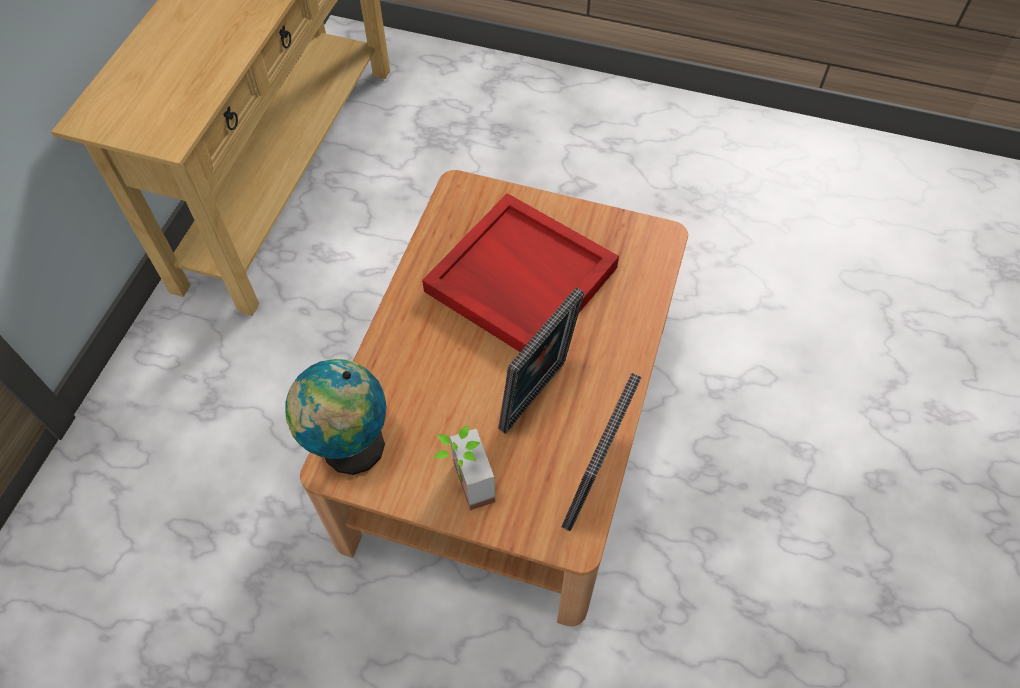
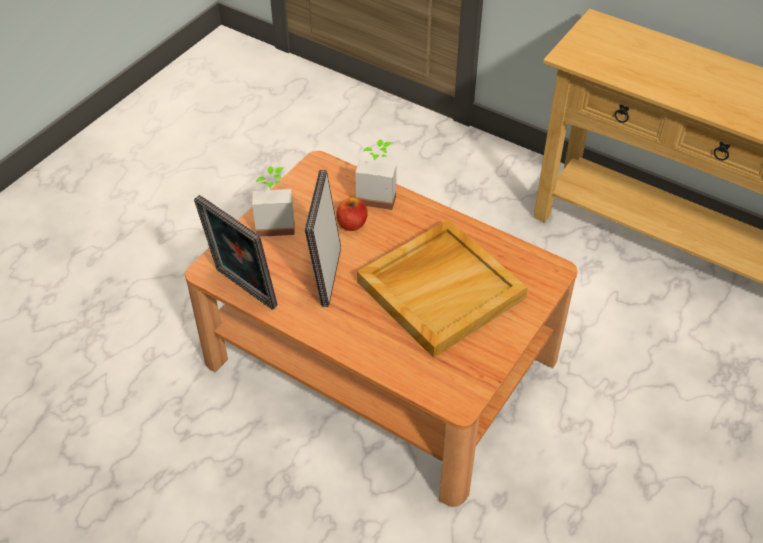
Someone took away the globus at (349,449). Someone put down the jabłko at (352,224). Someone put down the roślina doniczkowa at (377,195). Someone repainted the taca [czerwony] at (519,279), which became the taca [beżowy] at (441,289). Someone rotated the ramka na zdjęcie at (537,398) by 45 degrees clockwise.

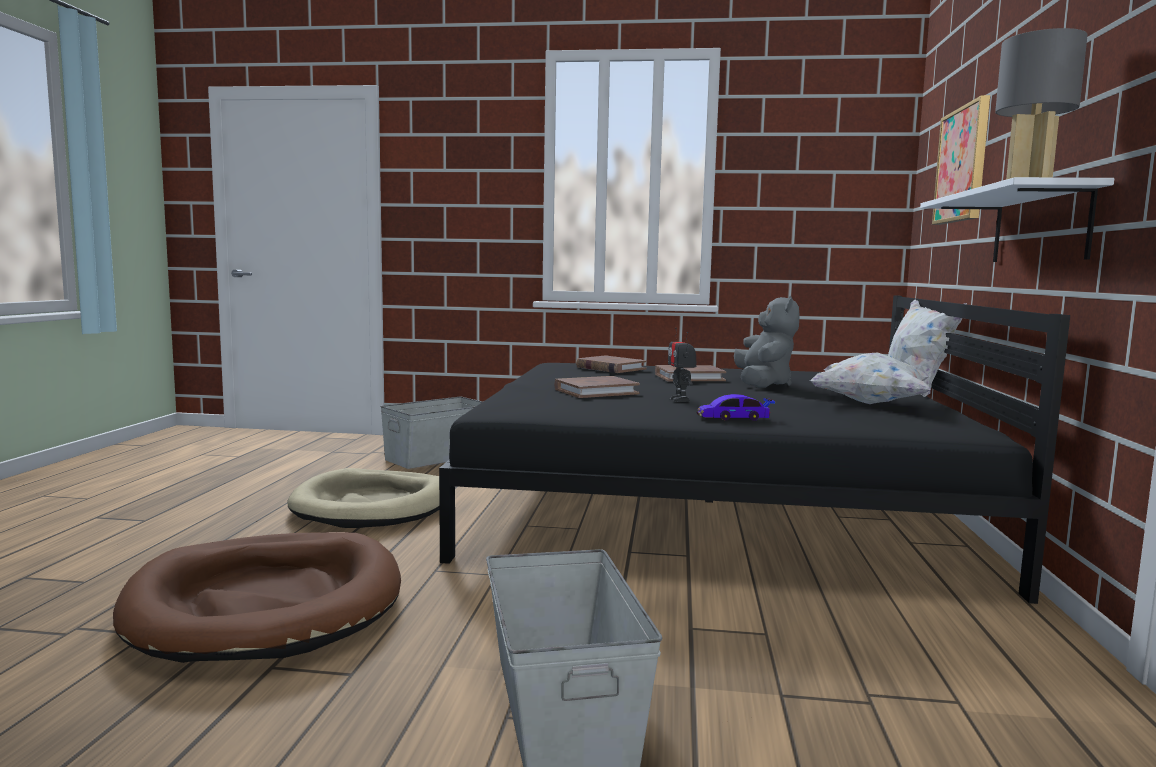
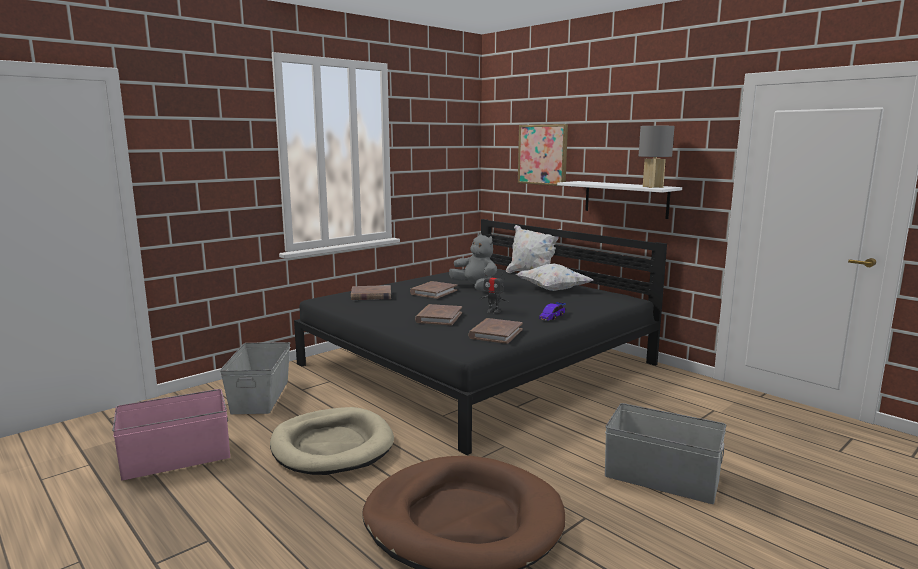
Someone put down the pojemnik do przechowywania [różowy] at (177,458). Someone put down the książka [brązowy] at (495,334).

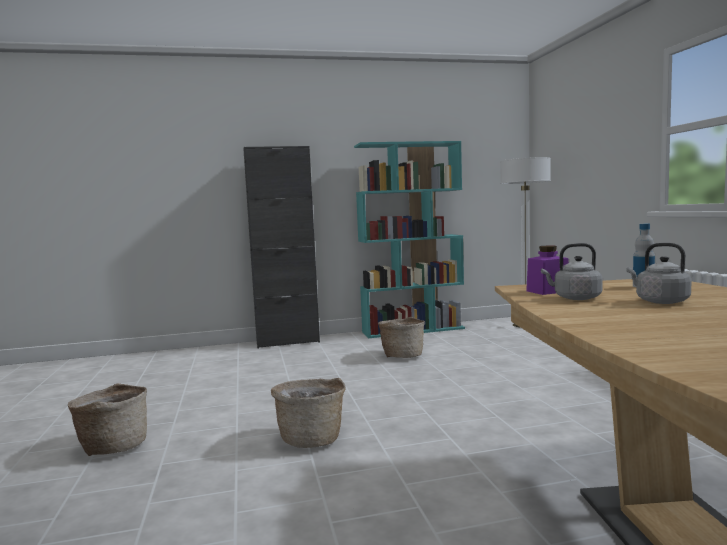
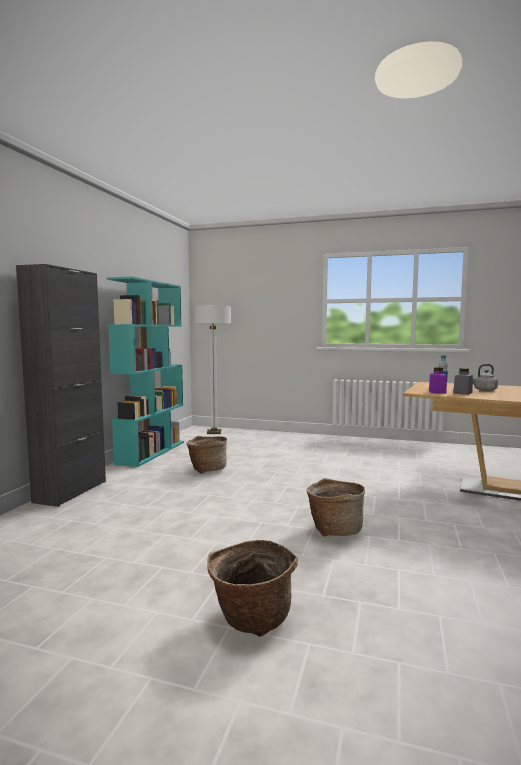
Someone swapped the czajnik [szary] at (574,298) for the słoik [szary] at (462,393).

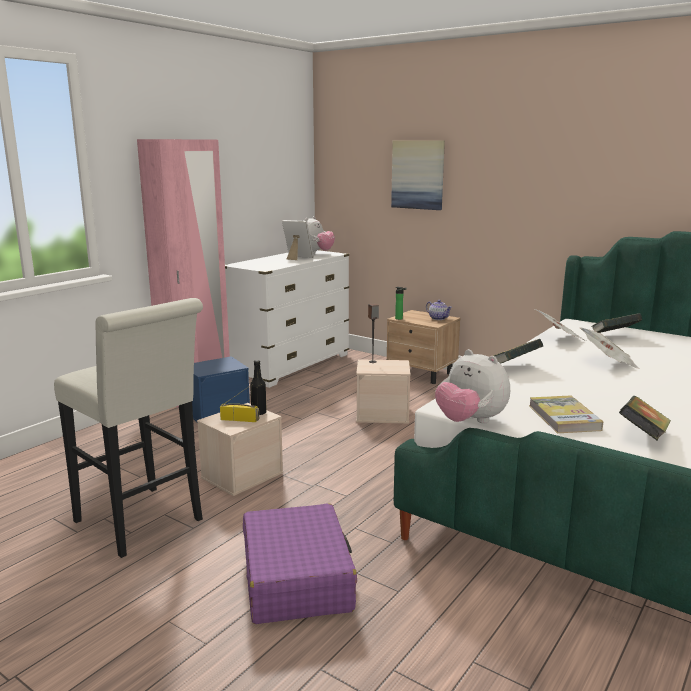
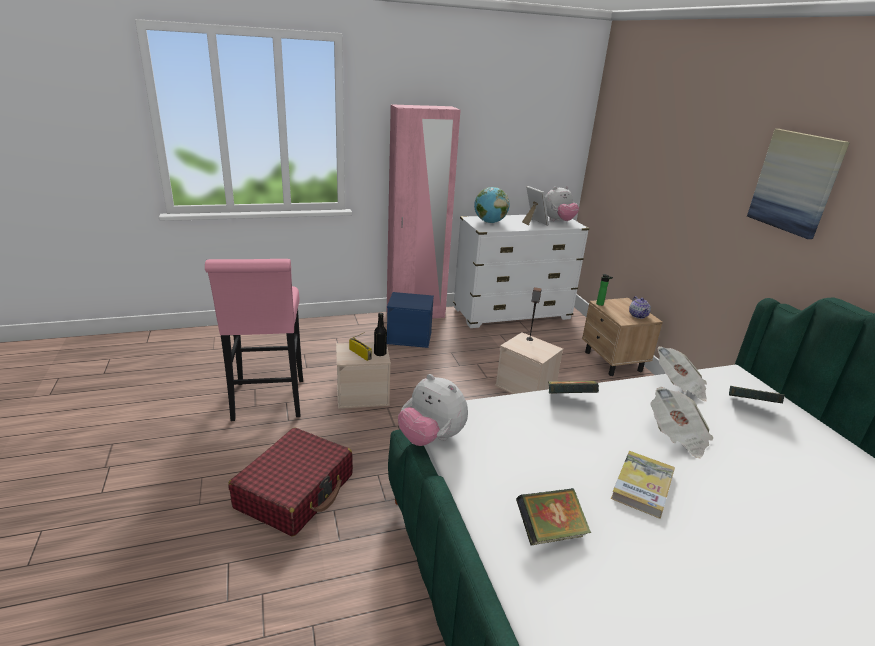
Someone put down the globus at (489,222). Someone carried the obraz from (418,174) to (795,182). Someone carried the książka from (564,417) to (642,486). Someone repainted the stołek [biały] at (143,524), which became the stołek [różowy] at (268,403). Someone repainted the walizka [fioletowy] at (297,578), which became the walizka [czerwony] at (295,491). Someone rotated the pluszak at (470,421) by 45 degrees counterclockwise.

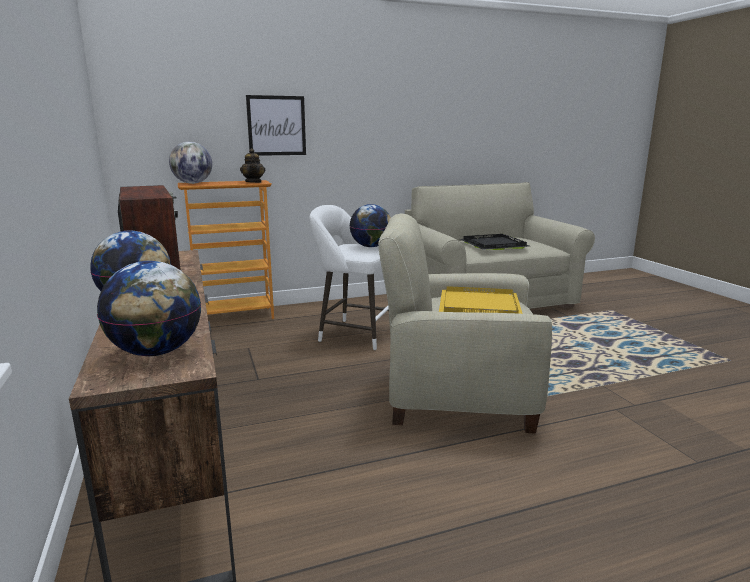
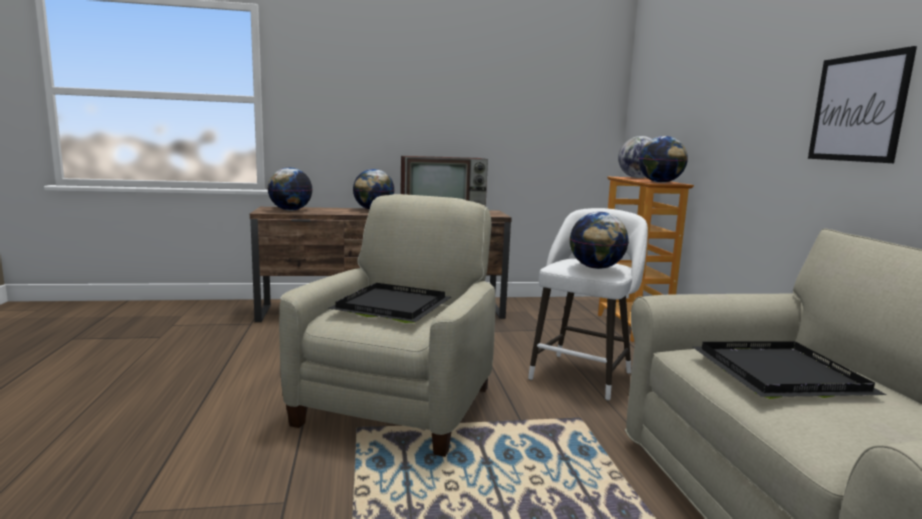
Someone carried the obraz from (276,125) to (857,108). Someone swapped the imbryk at (253,182) for the globus at (660,182). Someone repainted the taca [żółty] at (481,306), which became the taca [czarny] at (393,307).

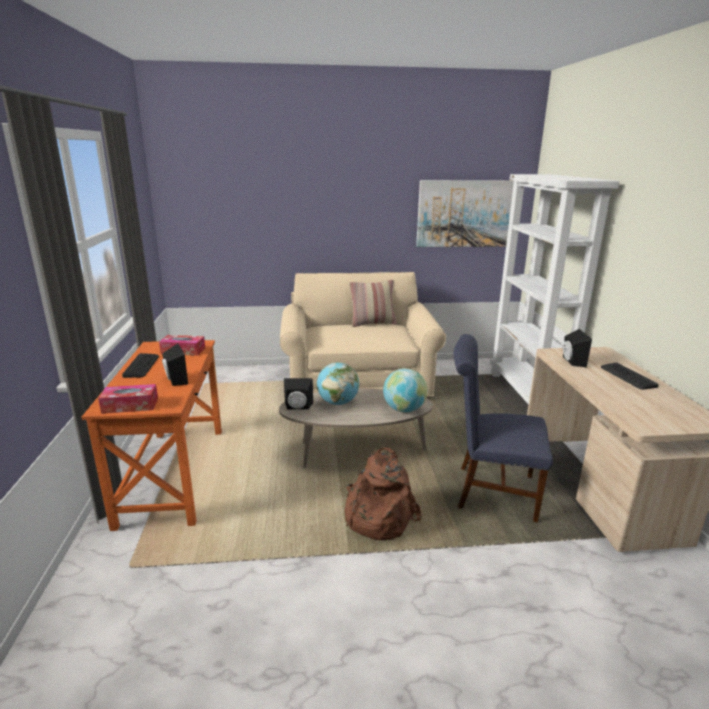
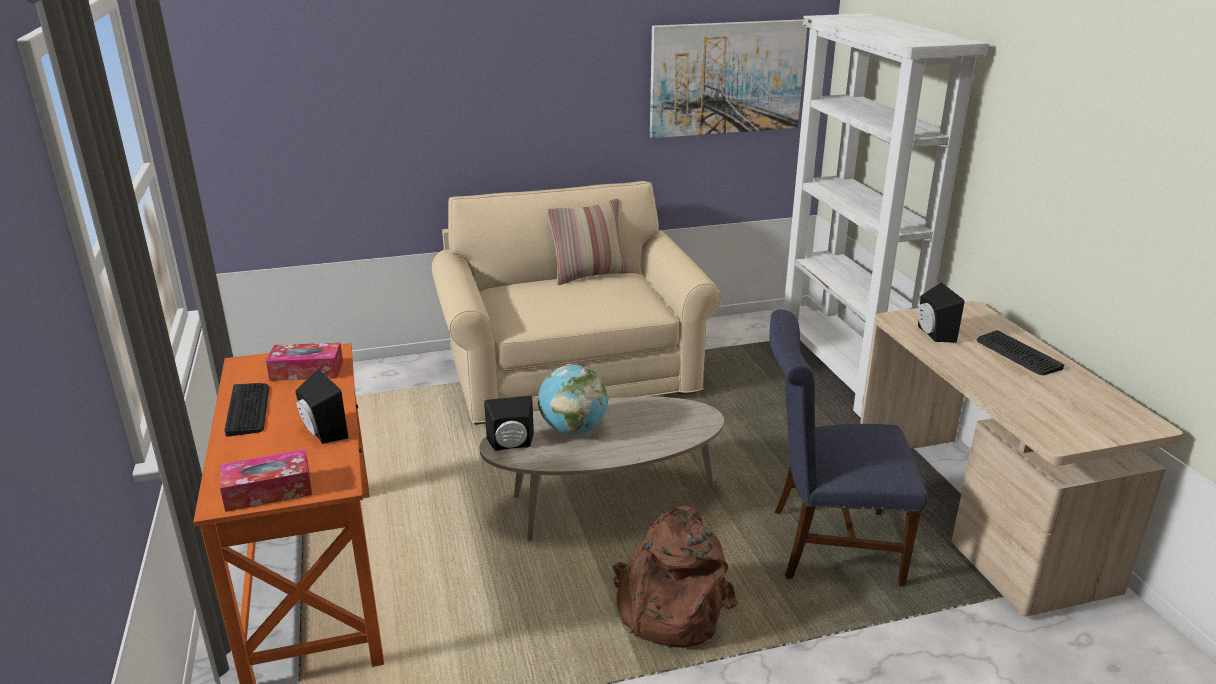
Someone took away the globus at (404,409).

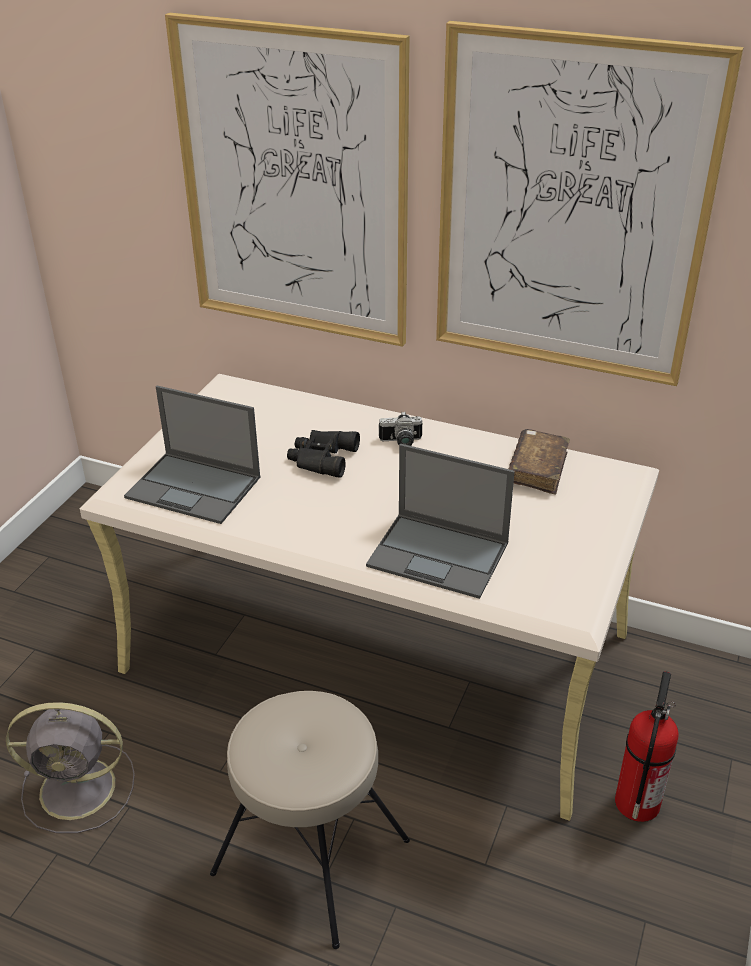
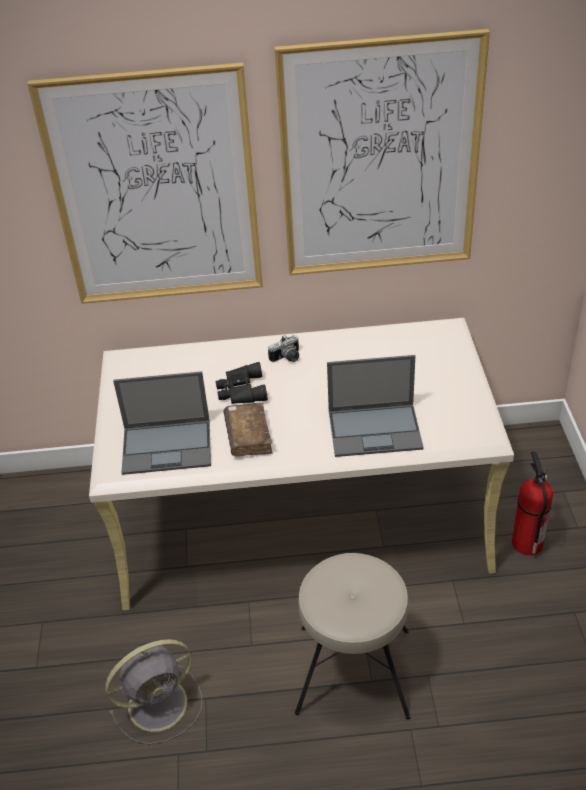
Someone carried the książka [brązowy] from (537,469) to (248,436).

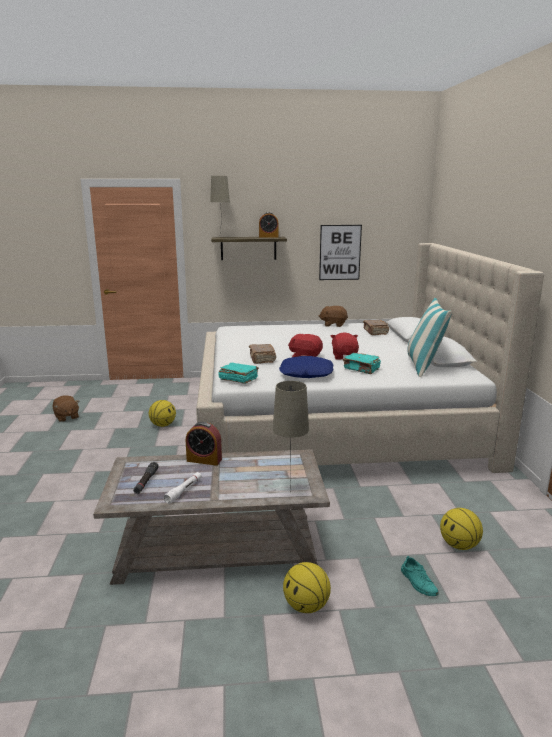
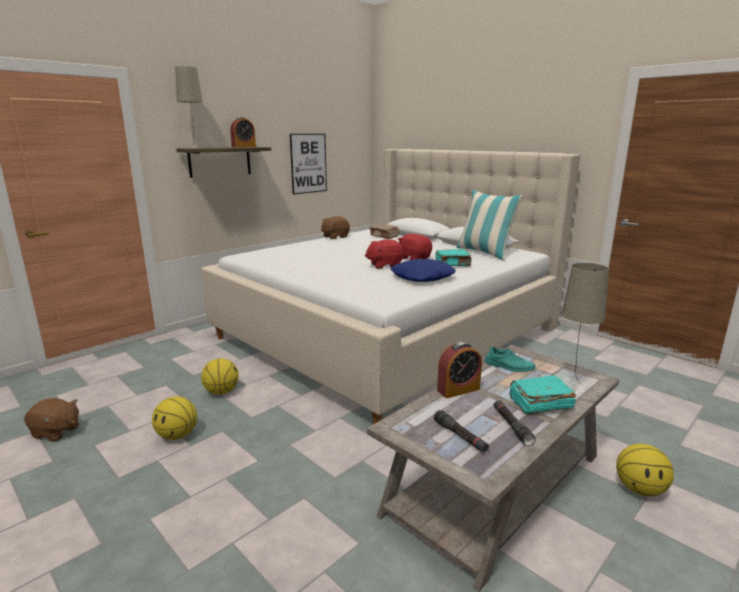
Someone took away the książka [brązowy] at (262,359). Someone carried the książka [turkusowy] from (238,379) to (539,404). Someone carried the but [turkusowy] from (418,582) to (509,366). Someone carried the piłka do koszykówki from (459,545) to (177,435). Someone repainted the latarka [biały] at (184,491), which became the latarka [czarny] at (511,426).

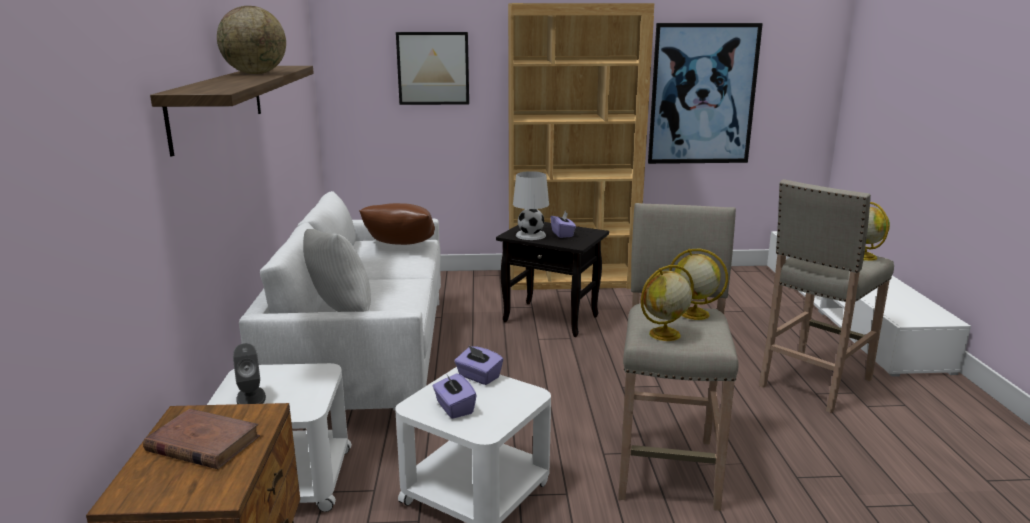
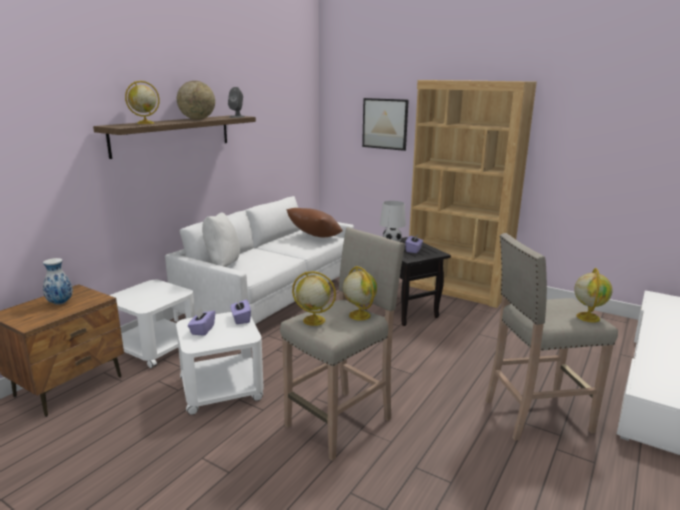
Someone took away the obraz at (702,94). Someone put down the globus at (145,123). Someone carried the głośnik [szary] from (251,398) to (237,117). Someone swapped the książka [brązowy] at (203,443) for the wazon at (60,303).

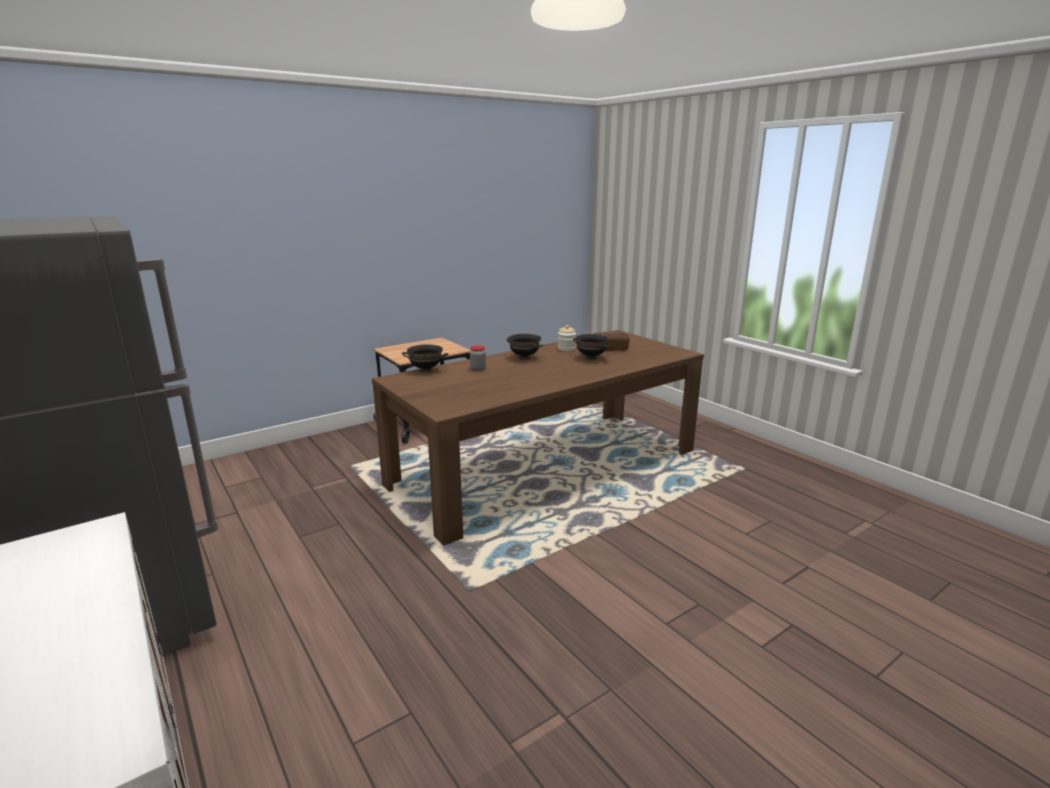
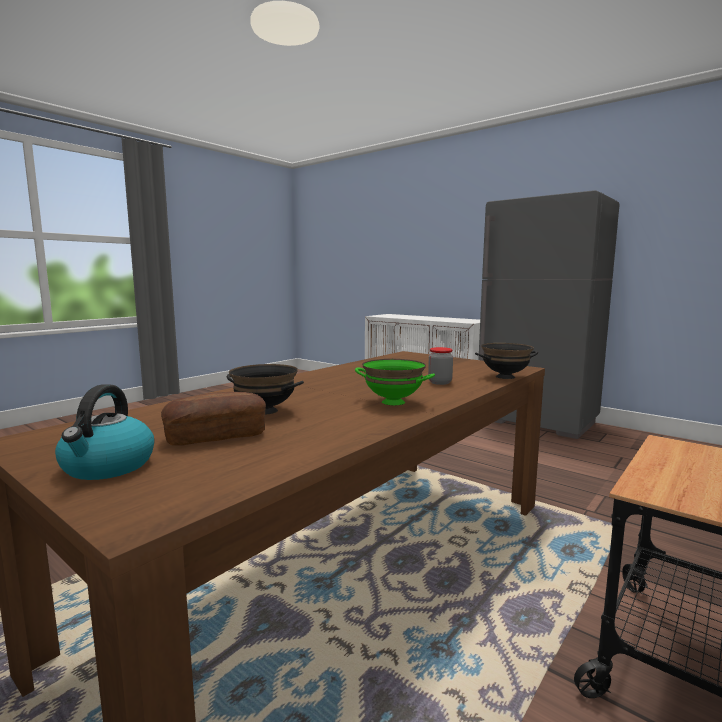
Someone took away the słoik at (566,349). Someone put down the czajnik at (108,466). Someone repainted the miska [czarny] at (524,357), which became the miska [zielony] at (393,402).

